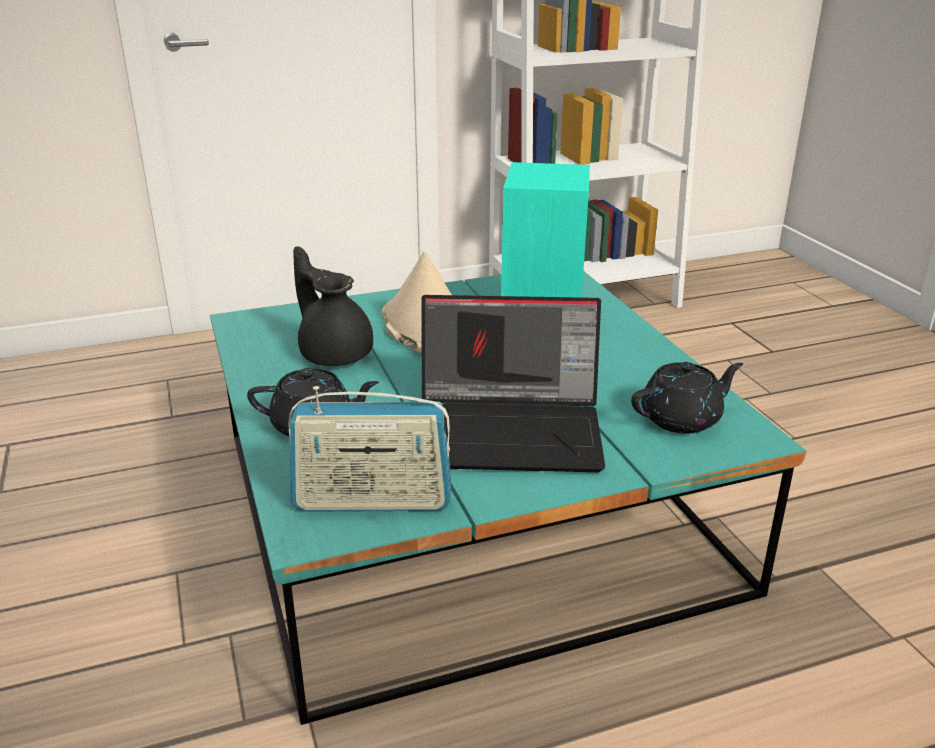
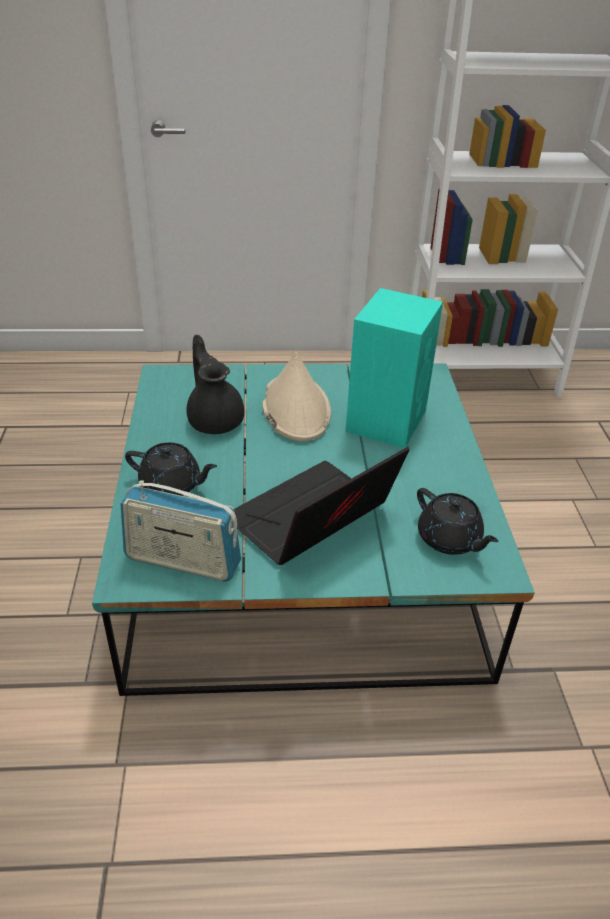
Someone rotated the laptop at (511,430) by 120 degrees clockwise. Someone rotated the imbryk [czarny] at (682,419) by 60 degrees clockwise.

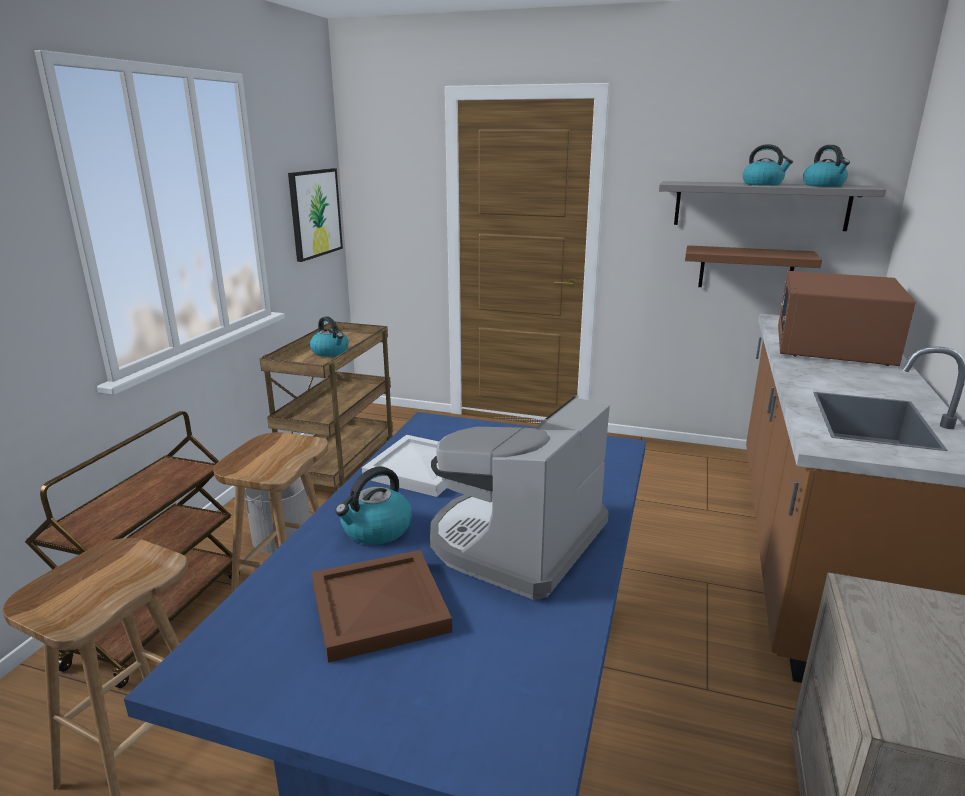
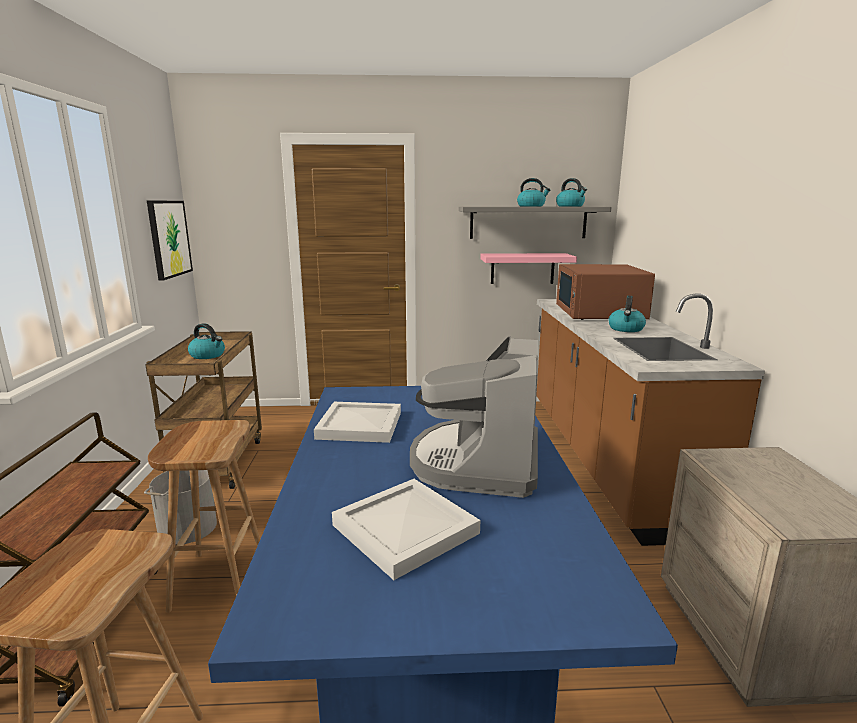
Someone carried the czajnik from (376,530) to (626,329). Someone repainted the taca [brązowy] at (380,606), which became the taca [biały] at (405,527). Someone repainted the półka [brązowy] at (746,269), which became the półka [różowy] at (522,268).

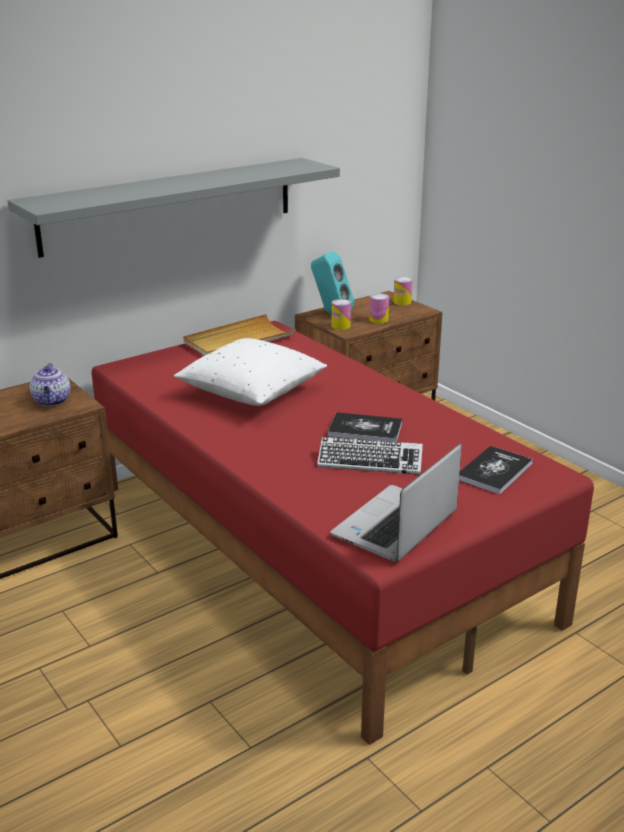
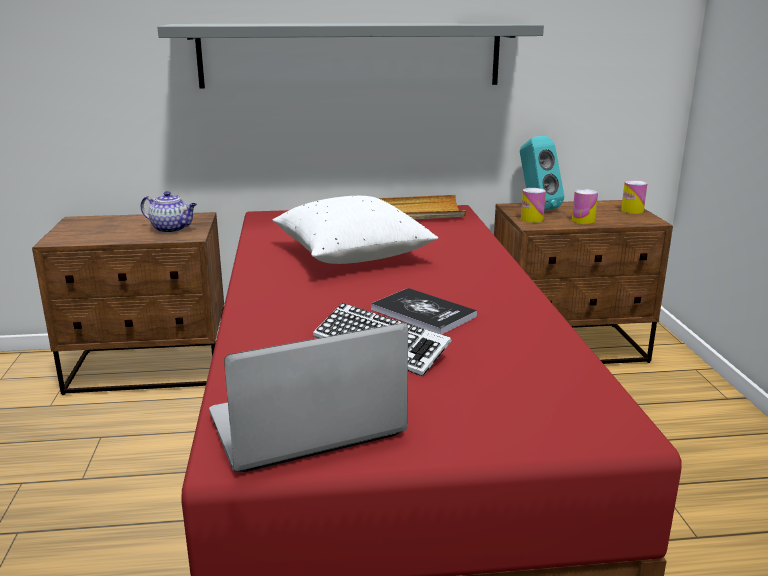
Someone took away the książka at (494,471). Someone rotated the imbryk at (52,401) by 90 degrees counterclockwise.

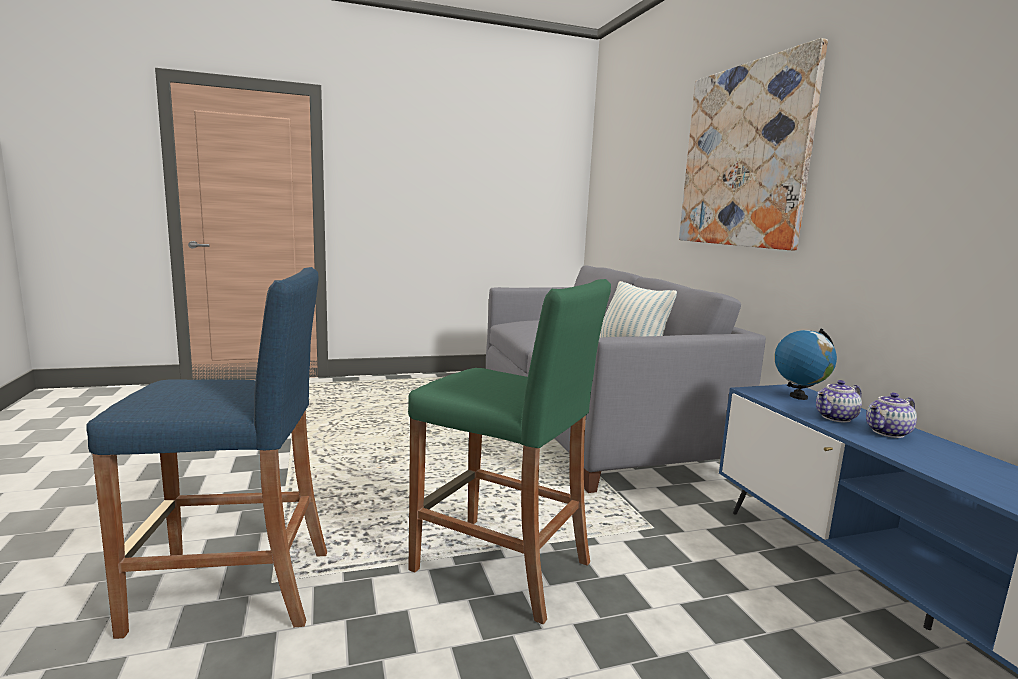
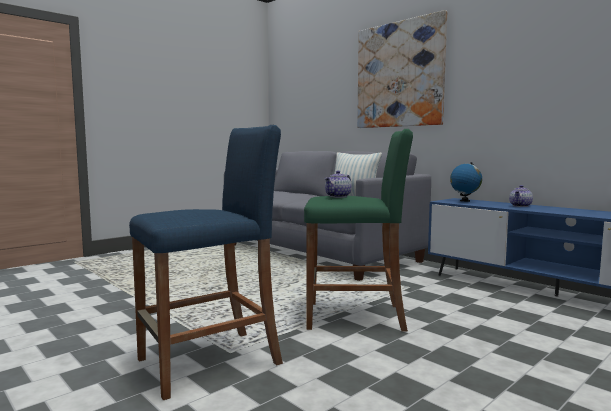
Someone carried the imbryk from (836,418) to (338,196).

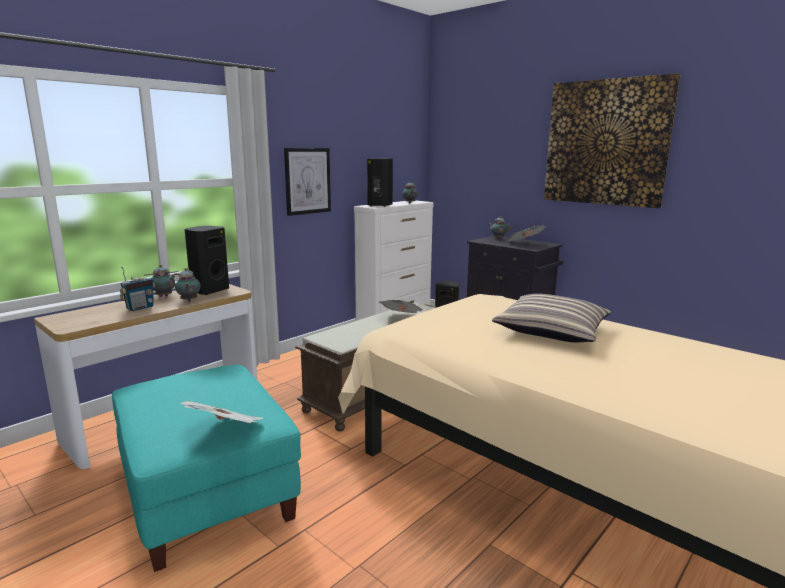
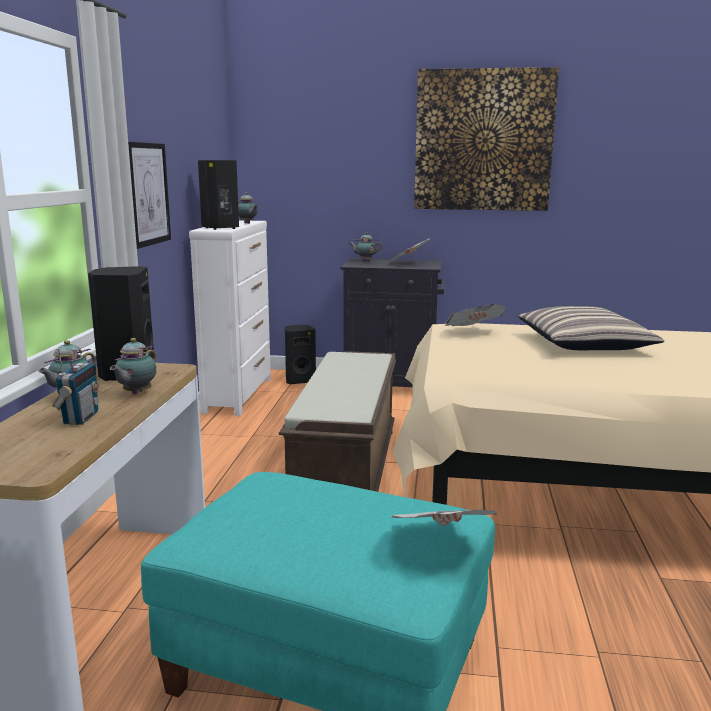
Someone carried the gazeta from (402,318) to (473,332). Someone rotated the imbryk at (189,301) by 75 degrees clockwise.

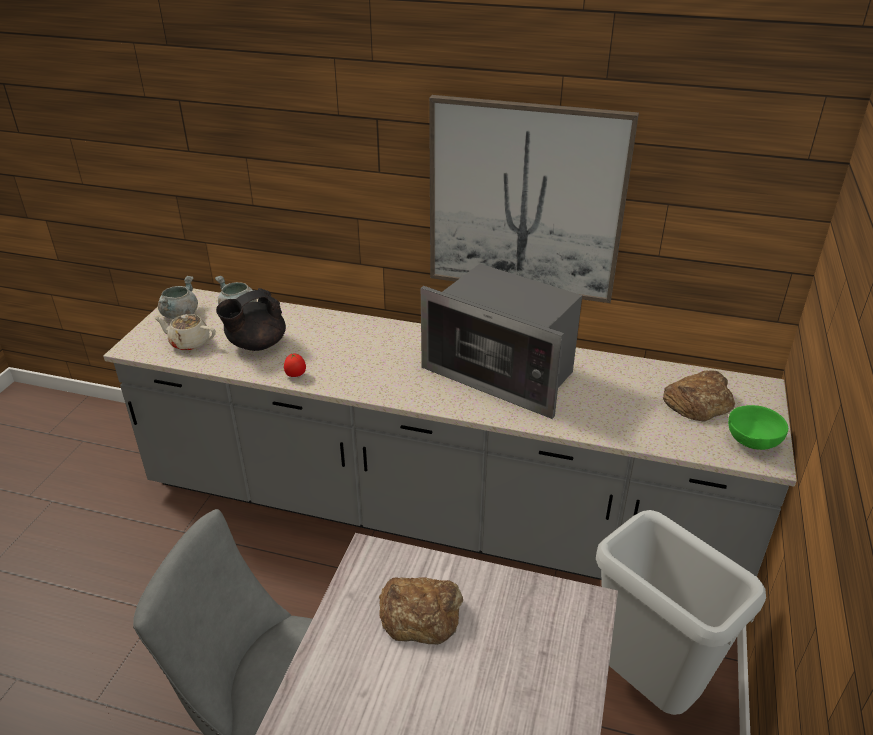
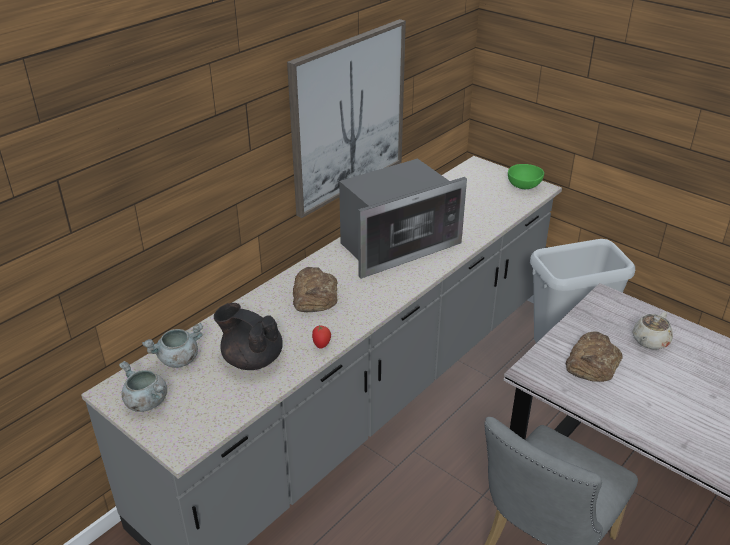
Someone carried the imbryk [beżowy] from (189,342) to (650,341). Someone carried the chleb from (698,402) to (314,296). Someone rotated the imbryk [czarny] at (256,344) by 135 degrees clockwise.

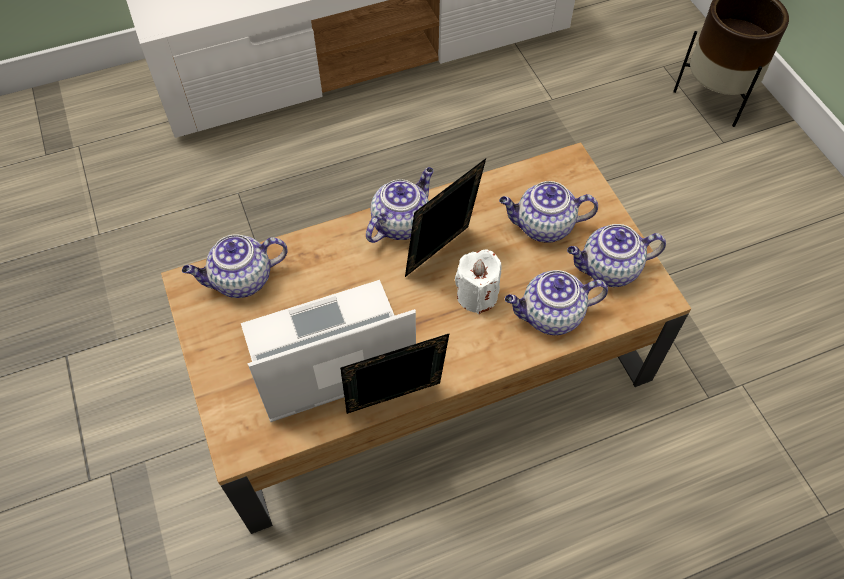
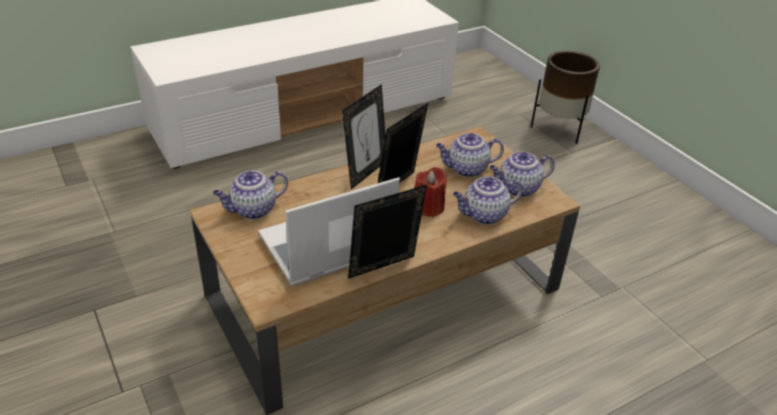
Someone swapped the imbryk at (401,223) for the ramka na zdjęcie at (365,172). Someone repainted the świeca [biały] at (477,295), which became the świeca [czerwony] at (429,207).

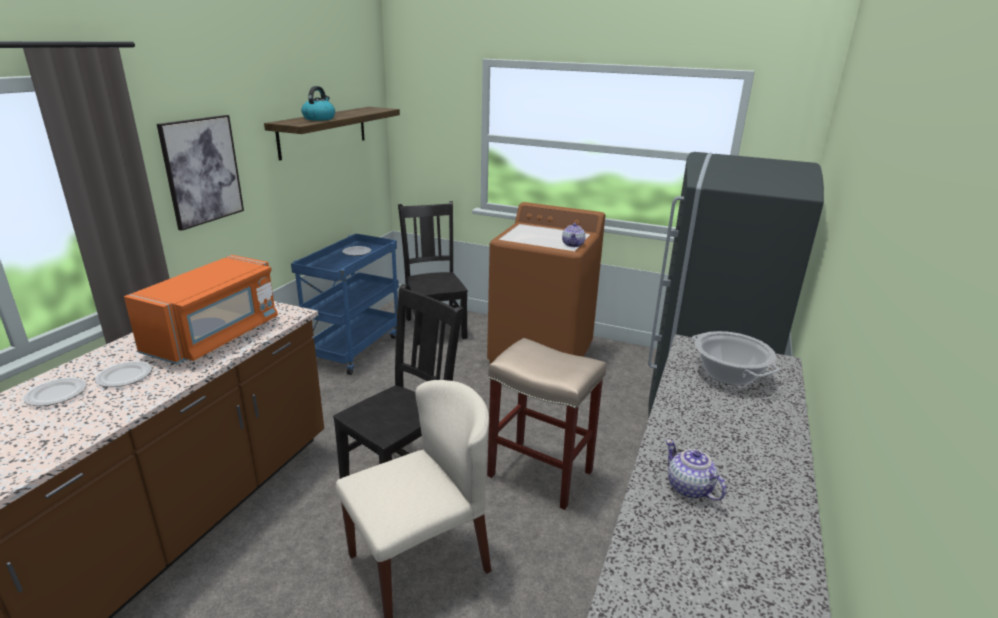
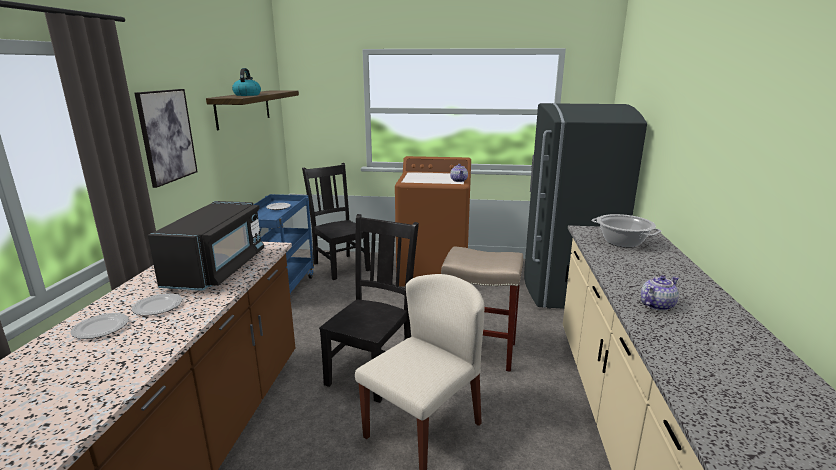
Someone repainted the mikrofalówka [pomarańczowy] at (215,336), which became the mikrofalówka [czarny] at (217,269). Someone rotated the imbryk at (689,488) by 105 degrees clockwise.

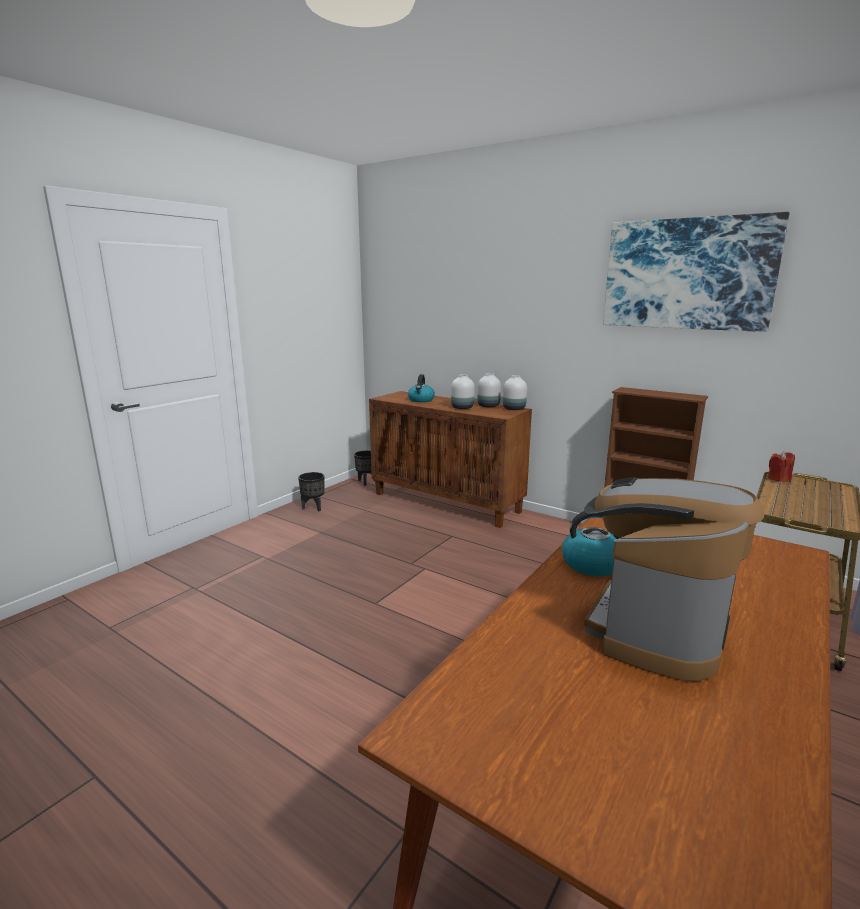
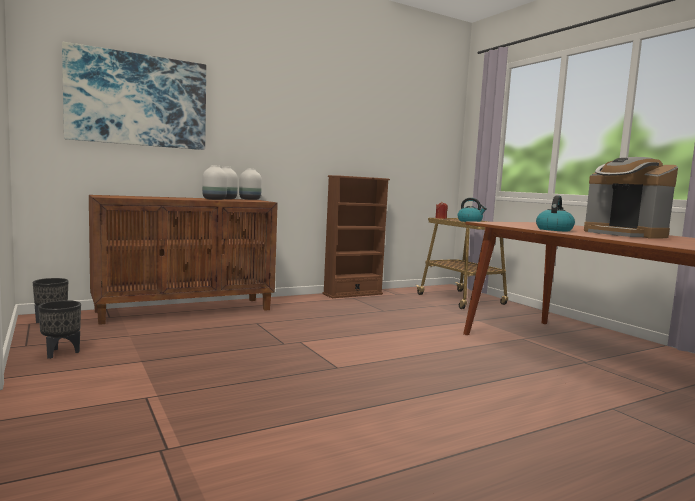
Someone carried the czajnik from (421,400) to (470,221). Someone carried the obraz from (687,274) to (138,100).

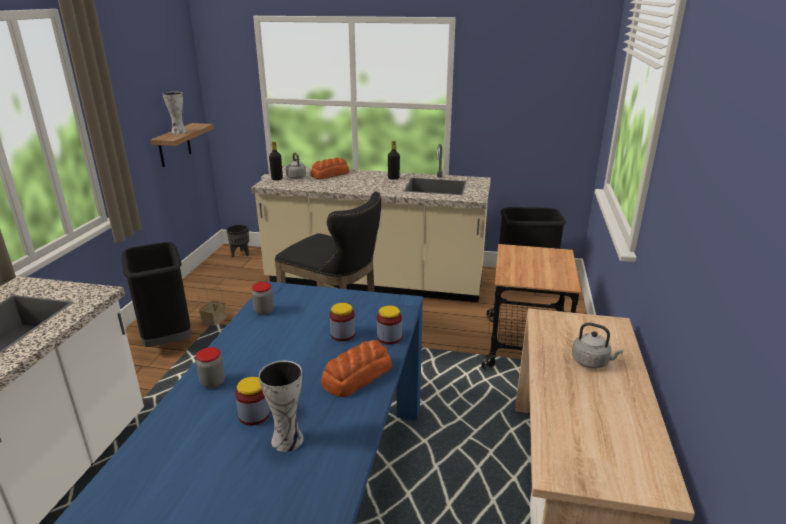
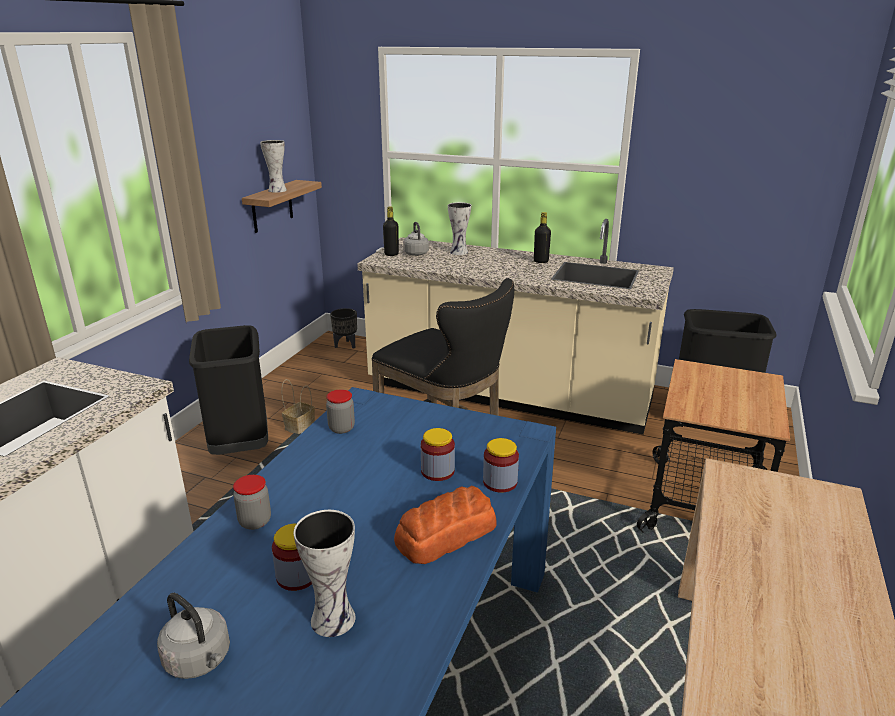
Someone carried the czajnik [szary] from (592,362) to (200,660). Someone swapped the chleb at (330,174) for the wazon at (460,252).

